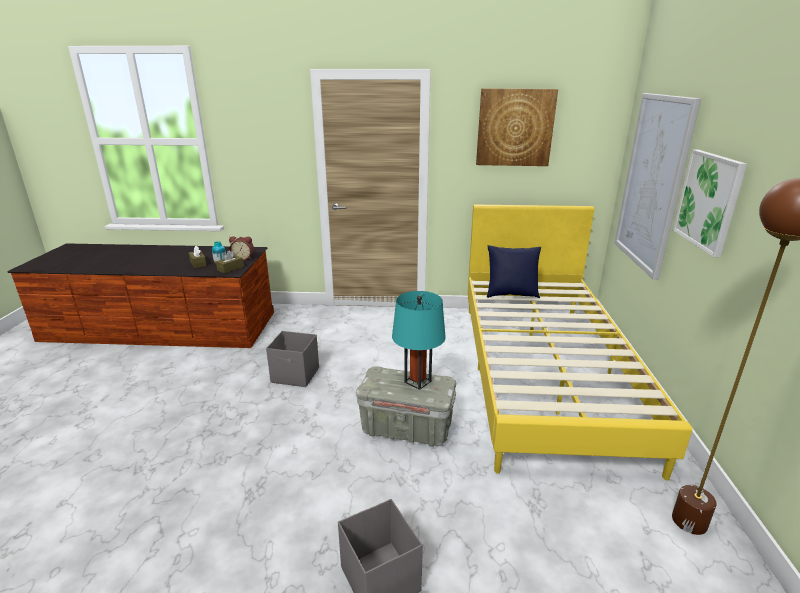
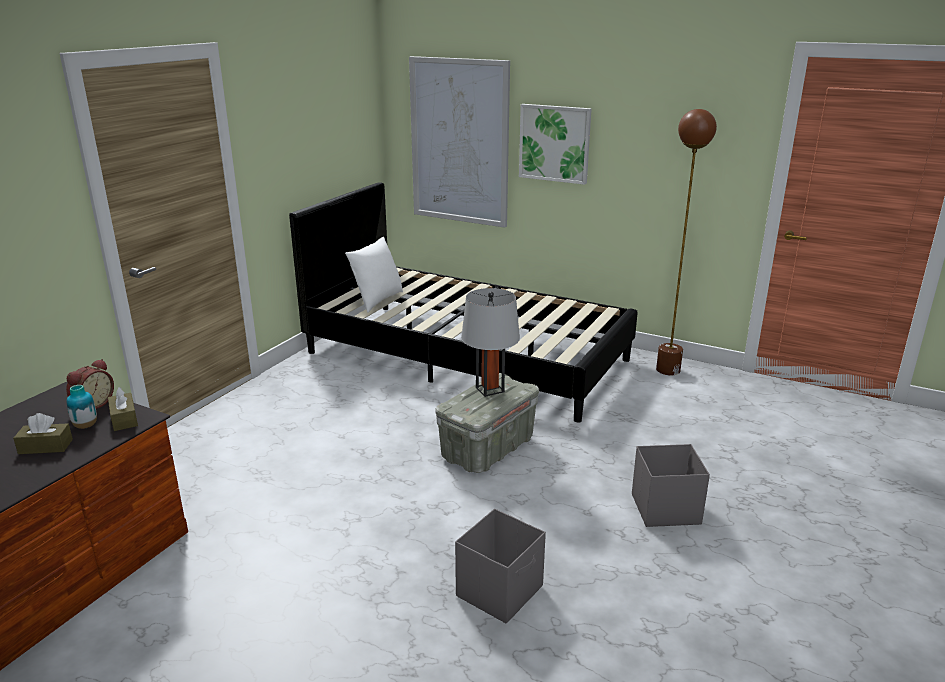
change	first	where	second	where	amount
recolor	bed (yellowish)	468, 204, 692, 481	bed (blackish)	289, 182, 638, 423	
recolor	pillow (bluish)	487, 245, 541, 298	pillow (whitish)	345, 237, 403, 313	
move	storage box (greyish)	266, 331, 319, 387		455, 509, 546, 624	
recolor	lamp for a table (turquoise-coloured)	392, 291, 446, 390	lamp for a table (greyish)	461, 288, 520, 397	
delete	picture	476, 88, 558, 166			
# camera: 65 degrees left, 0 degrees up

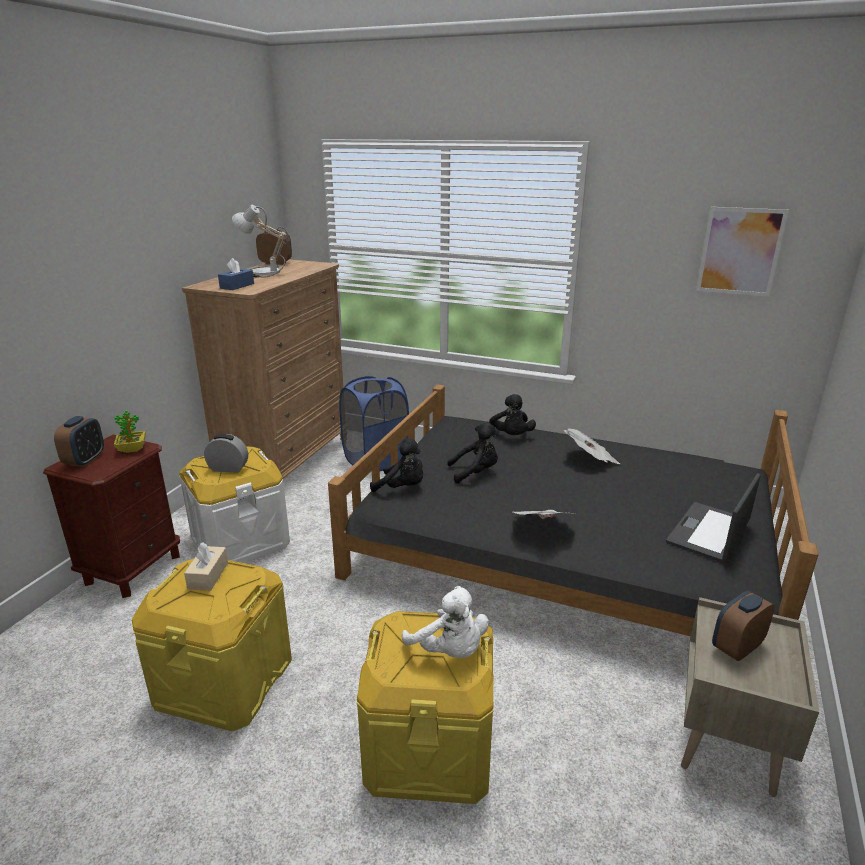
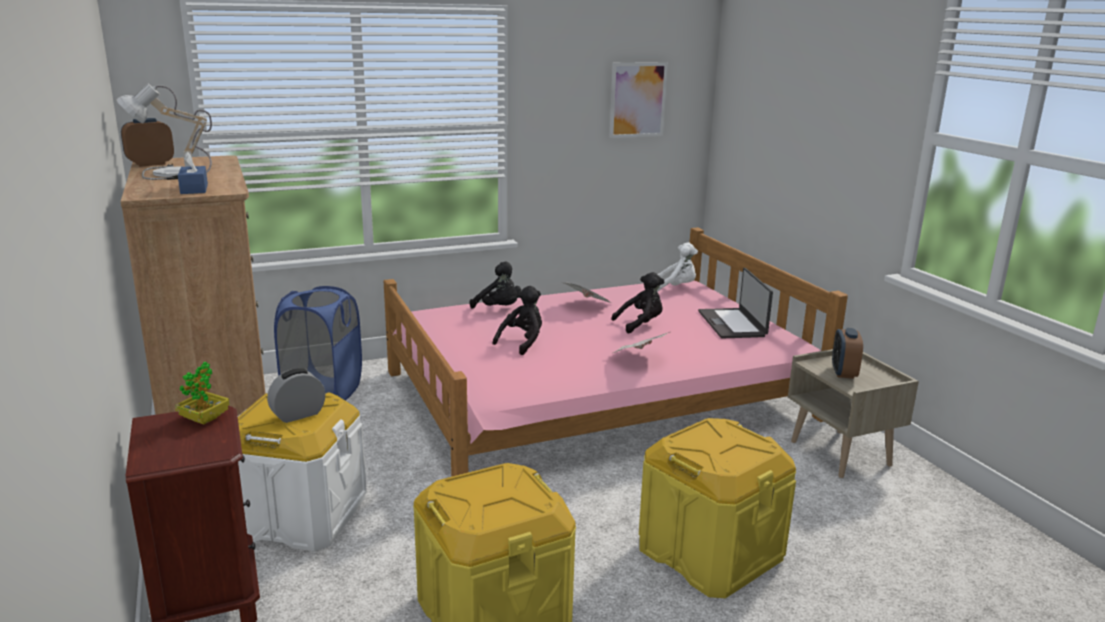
change	first	where	second	where	amount
recolor	bed (blackish)	328, 384, 819, 636	bed (pink)	384, 227, 848, 477	
move	plush toy (blackish)	370, 439, 423, 492		611, 272, 664, 334	
move	plush toy (whitish)	402, 586, 489, 658		657, 242, 698, 292	
delete	table clock	54, 416, 104, 467			
delete	tissue holder (sand-coloured)	184, 543, 228, 591			
# camera: 45 degrees left, 5 degrees down

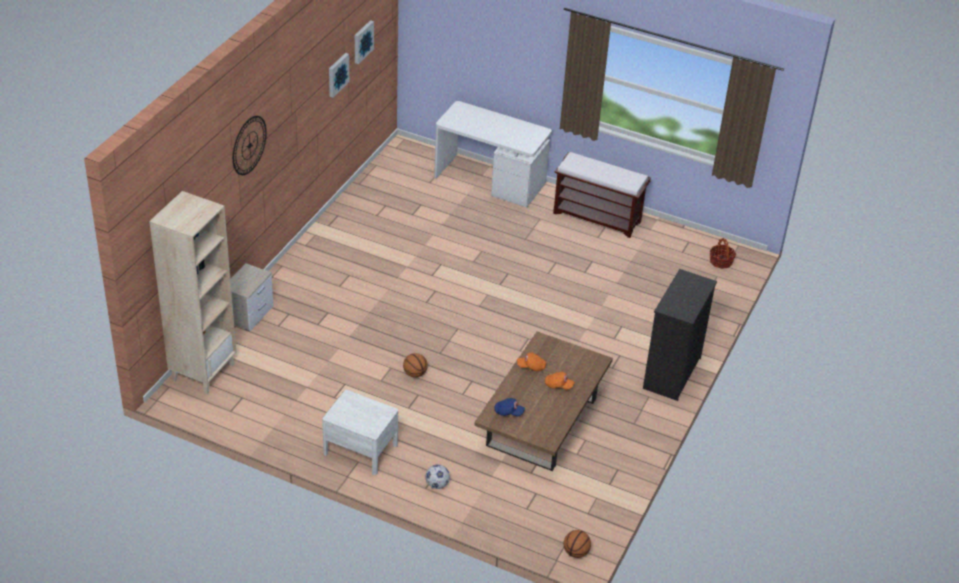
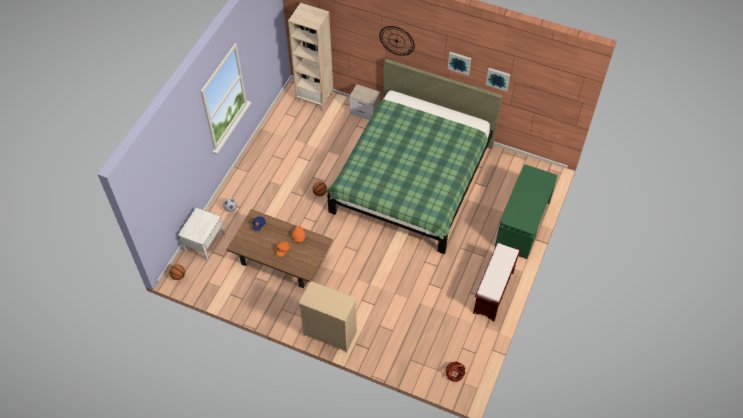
change	first	where	second	where	amount
move	bedside table (whitish)	322, 390, 398, 475		178, 208, 225, 260	
recolor	chest of drawers (blackish)	643, 269, 717, 401	chest of drawers (sand-coloured)	299, 281, 357, 353	
insert			bed (green-coloured)	326, 59, 502, 254	
move	picture	355, 20, 374, 64		448, 52, 471, 75	
recolor	desk table (whitish)	434, 101, 552, 207	desk table (green-coloured)	495, 165, 557, 259	
# camera: 90 degrees right, 15 degrees up

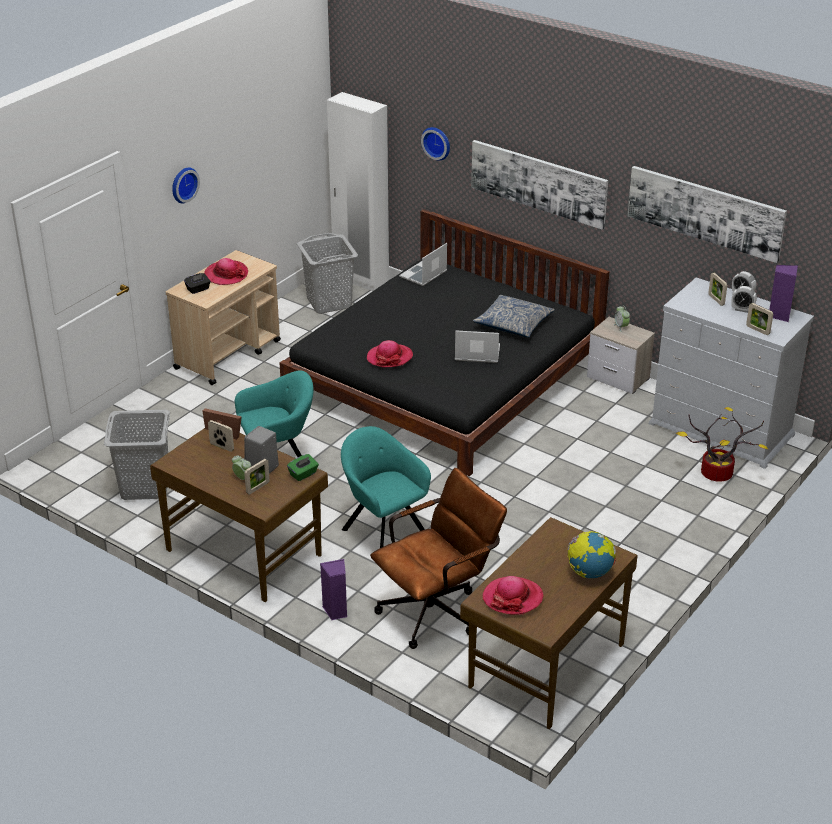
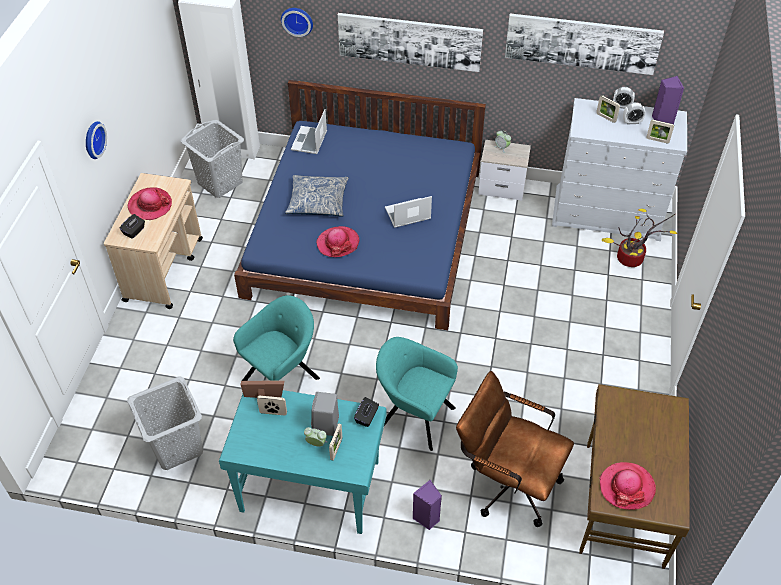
change	first	where	second	where	amount
recolor	desk table (brownish)	150, 428, 328, 602	desk table (turquoise-coloured)	219, 390, 386, 534	
recolor	bed (blackish)	280, 209, 609, 476	bed (bluish)	234, 80, 486, 330	
move	pillow	473, 295, 555, 337		285, 175, 349, 217	
recolor	tissue holder (green-coloured)	287, 454, 319, 481	tissue holder (blackish)	354, 397, 379, 427	
rotate	office chair (brownish)	370, 468, 507, 649		456, 371, 574, 527	90 degrees counterclockwise
delete	globe	568, 531, 616, 578			
# camera: 25 degrees left, 15 degrees up

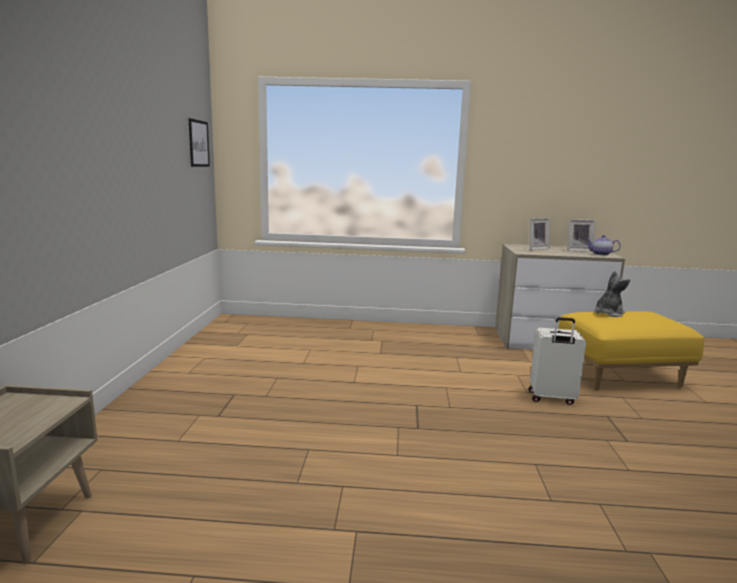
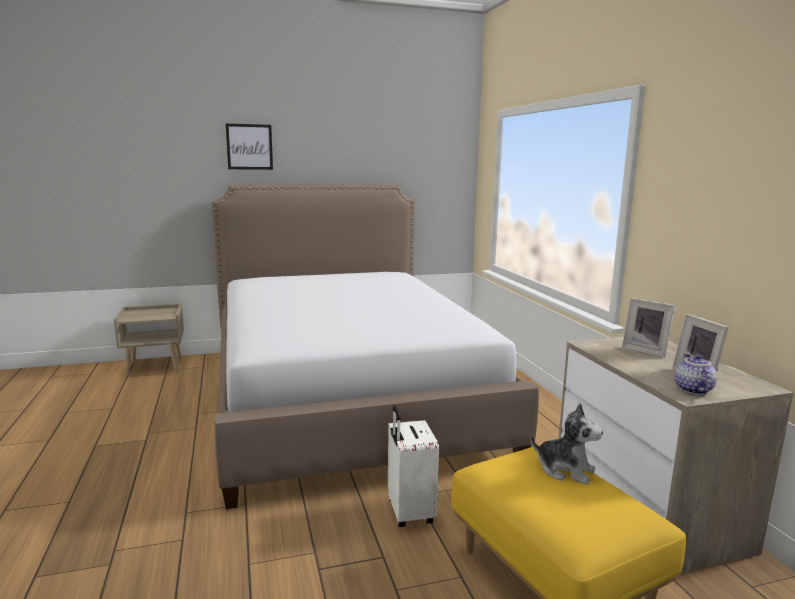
change	first	where	second	where	amount
insert			bed	212, 185, 539, 509	
move	picture	188, 118, 210, 167		226, 124, 273, 170	
# camera: 70 degrees right, 0 degrees up

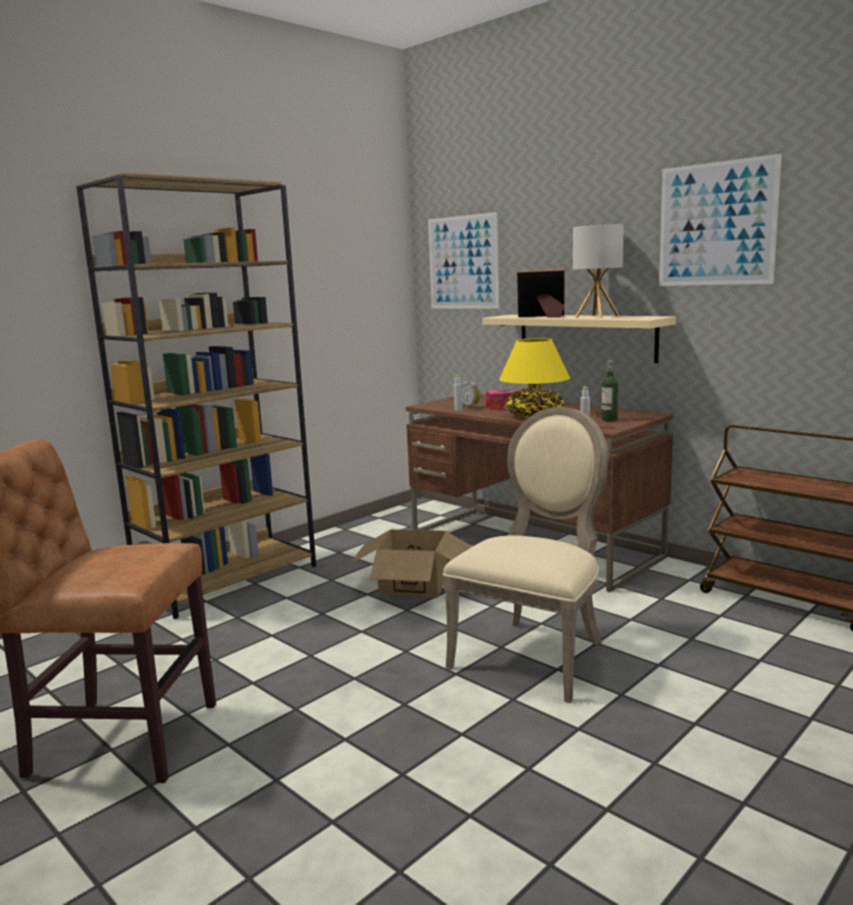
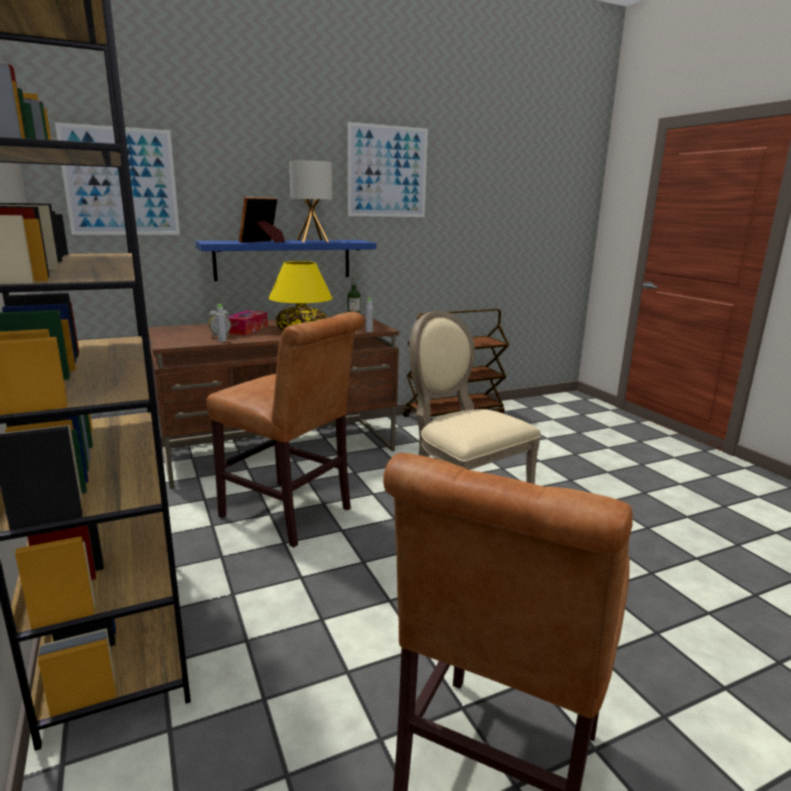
change	first	where	second	where	amount
recolor	bracket shelf (sand-coloured)	482, 315, 676, 363	bracket shelf (bluish)	195, 240, 376, 281	
replace	packing box	349, 529, 472, 598	chair (brownish)	206, 312, 363, 547	
# camera: 70 degrees left, 5 degrees up

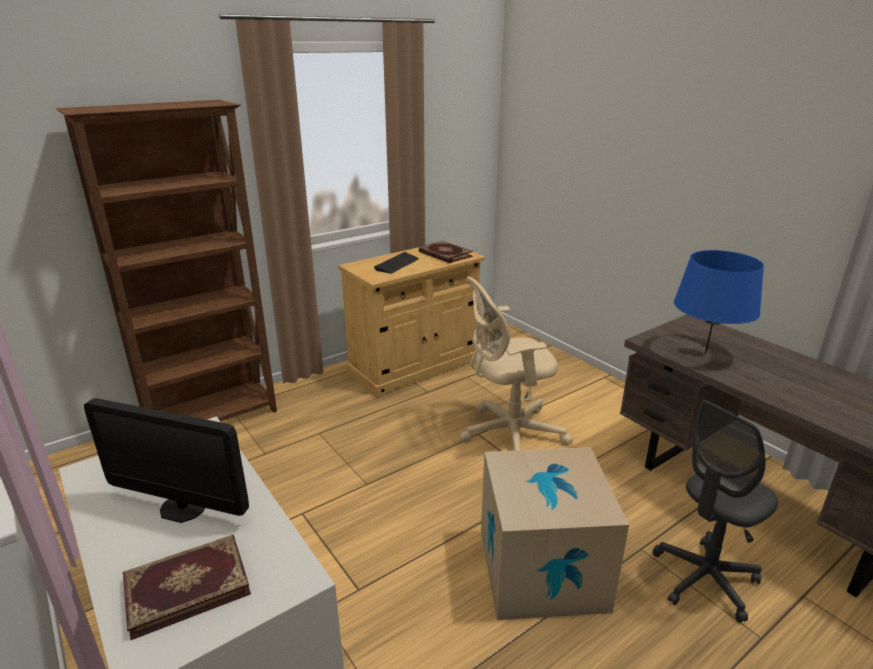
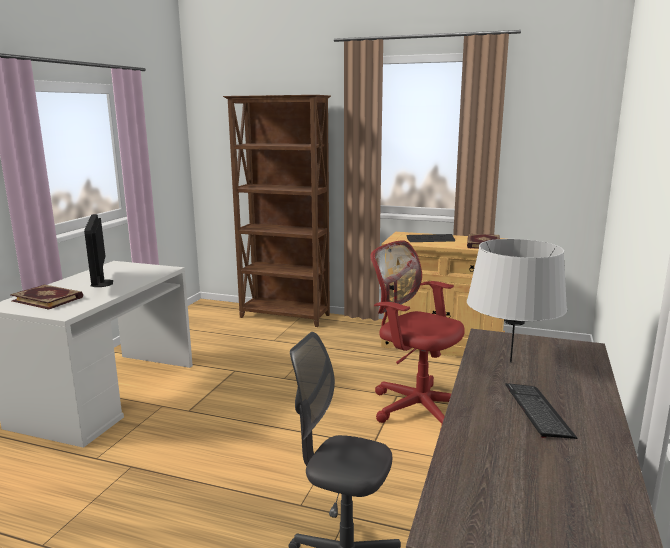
change	first	where	second	where	amount
recolor	office chair (sand-coloured)	460, 276, 573, 450	office chair (reddish)	370, 240, 465, 430	
recolor	lamp for a table (bluish)	674, 250, 764, 354	lamp for a table (greyish)	467, 239, 567, 363	
insert			PC keyboard	506, 383, 578, 439	
delete	packing box	481, 447, 629, 620			
# camera: 55 degrees right, 10 degrees down

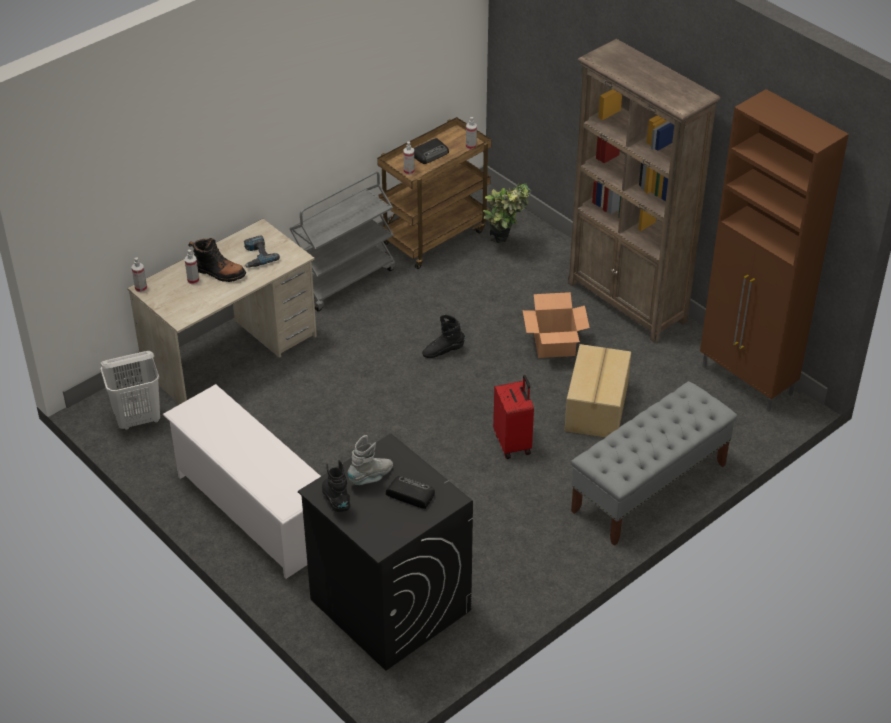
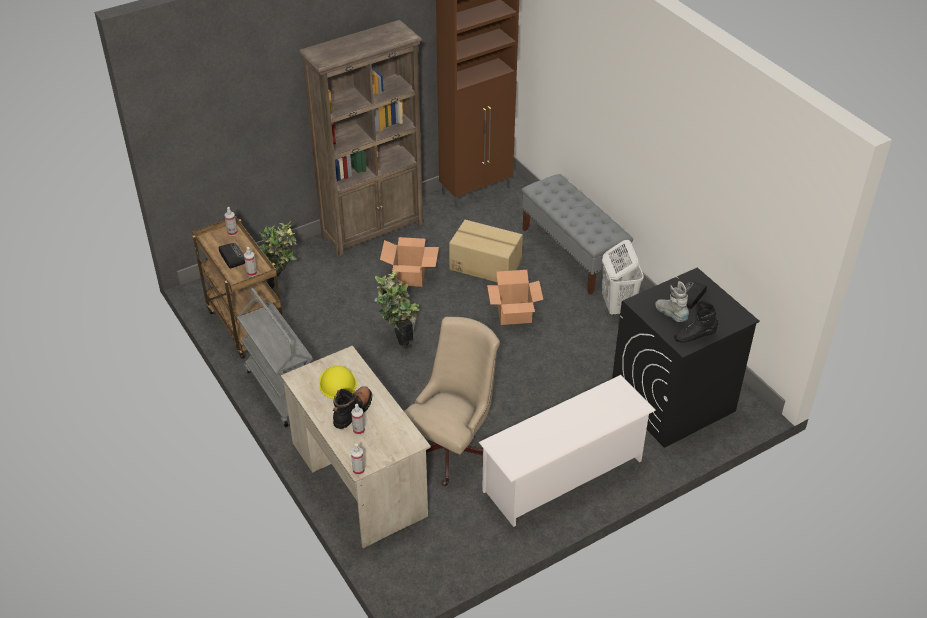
change	first	where	second	where	amount
replace	drill	244, 235, 280, 268	hard hat (yellowish)	319, 365, 357, 399	
replace	boot (blackish)	422, 314, 465, 358	houseplant	374, 270, 419, 349	
insert			office chair (sand-coloured)	404, 317, 500, 486	
replace	travel case (reddish)	493, 375, 534, 459	packing box	487, 270, 543, 325	
move	washing basket (whitish)	101, 351, 160, 430		602, 240, 644, 316	
# camera: 80 degrees left, 0 degrees up

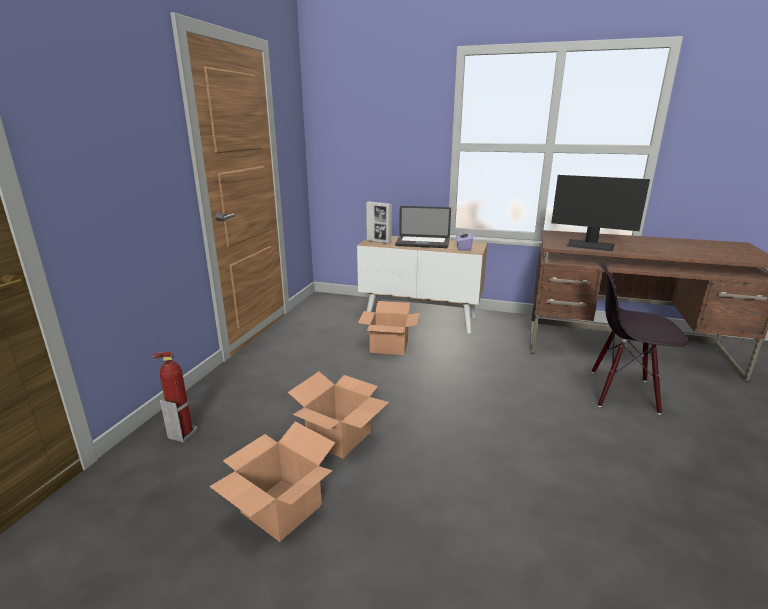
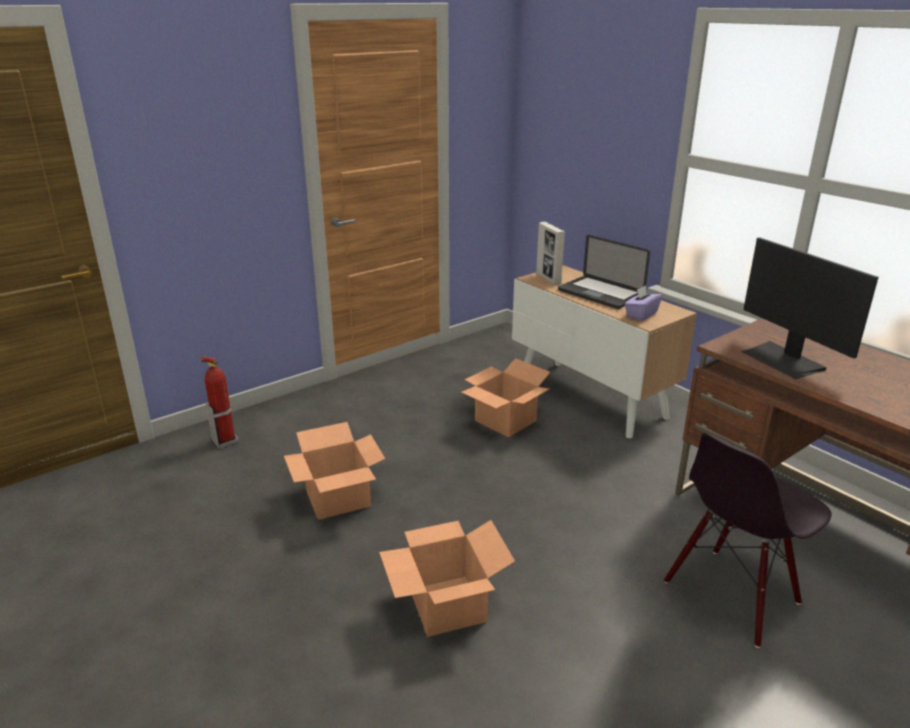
change	first	where	second	where	amount
move	packing box	209, 422, 335, 542		379, 520, 515, 637	
rotate	chair (blackish)	592, 259, 689, 415		664, 433, 832, 648	90 degrees counterclockwise
# camera: 35 degrees right, 5 degrees up

